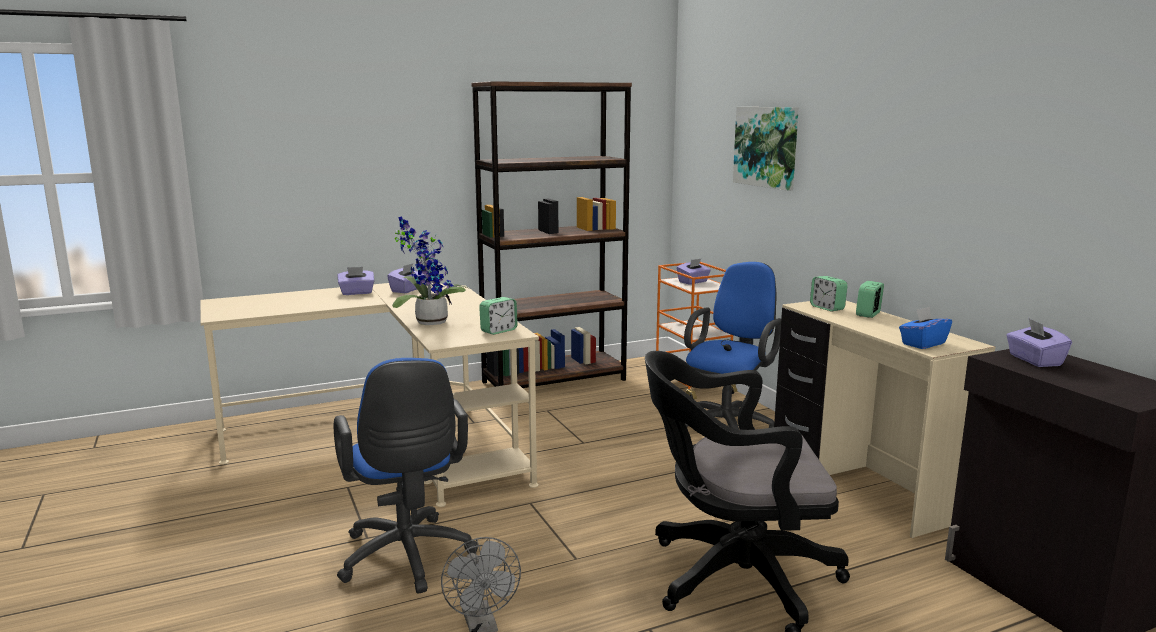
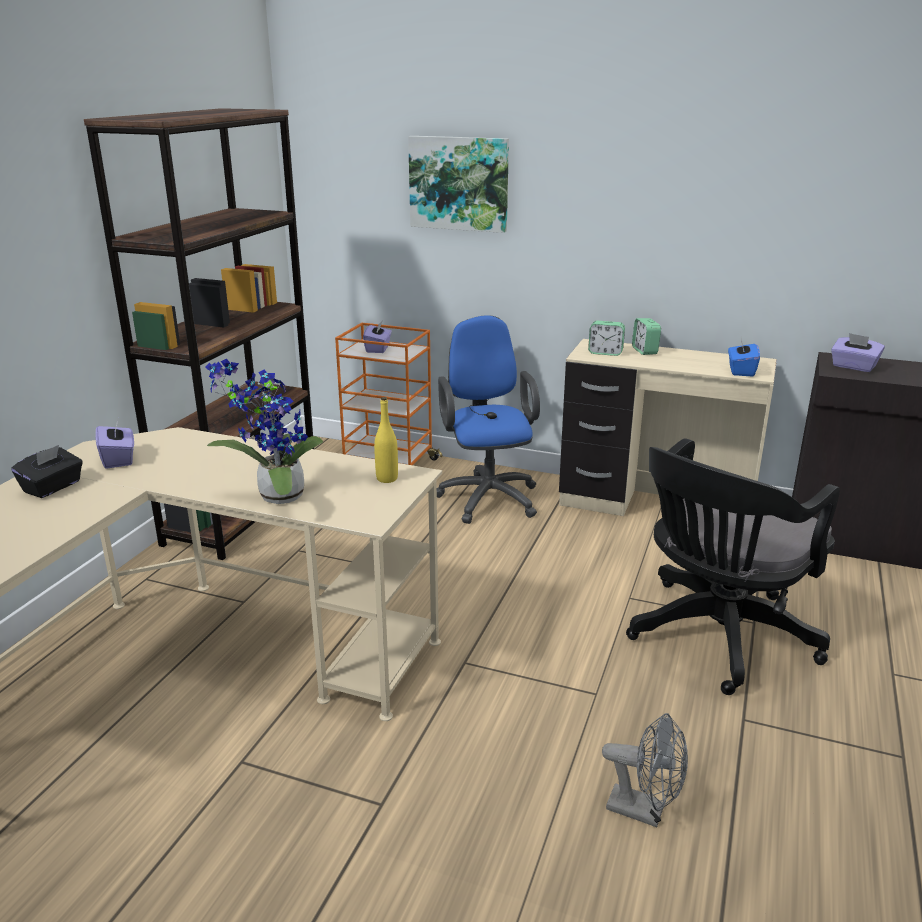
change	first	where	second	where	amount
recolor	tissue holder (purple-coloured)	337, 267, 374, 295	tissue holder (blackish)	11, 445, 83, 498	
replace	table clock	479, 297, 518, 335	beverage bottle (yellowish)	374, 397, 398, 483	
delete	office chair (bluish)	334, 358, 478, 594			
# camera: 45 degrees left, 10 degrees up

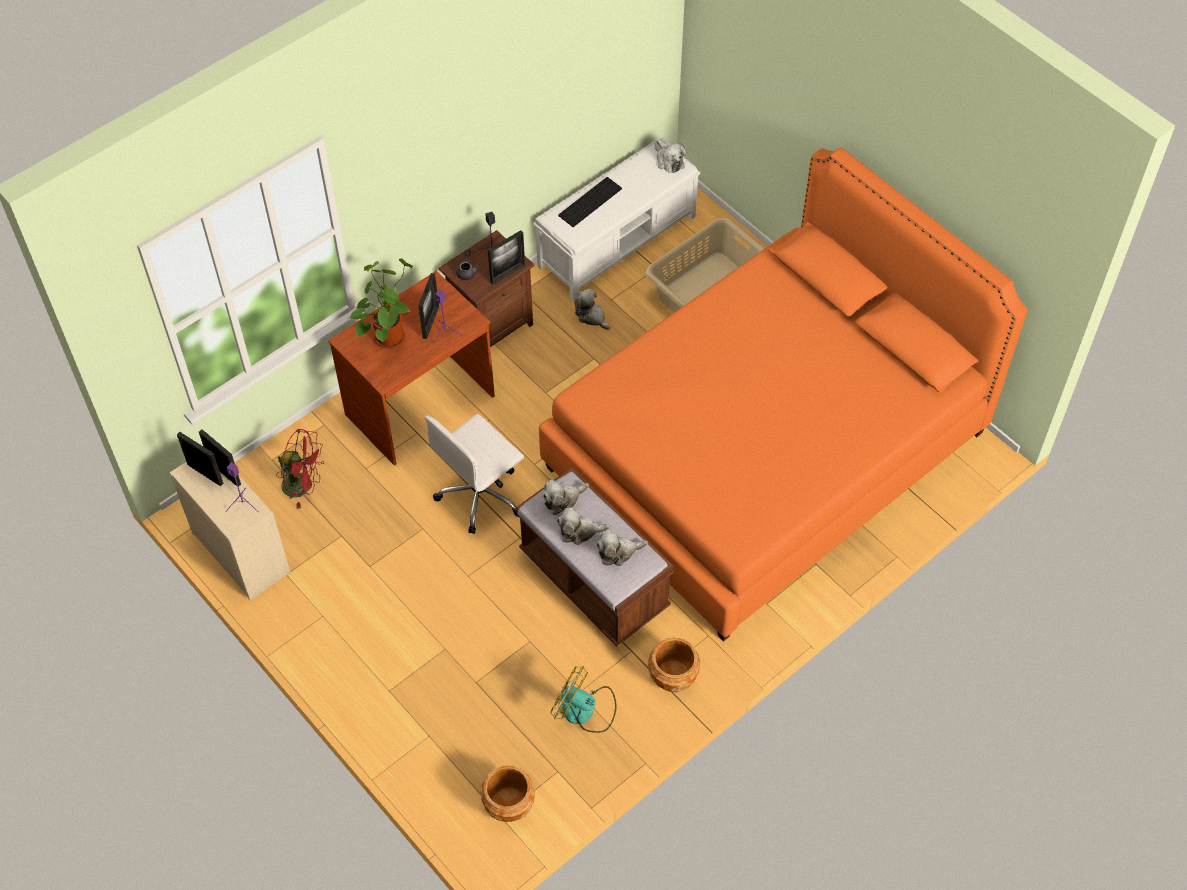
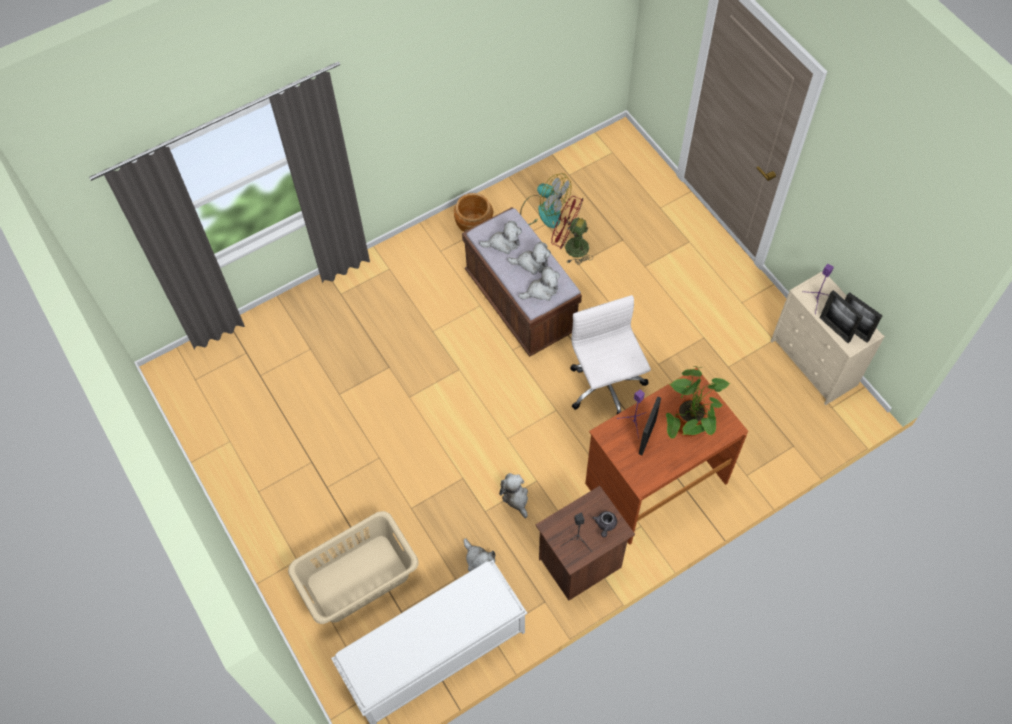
change	first	where	second	where	amount
move	plush toy	654, 141, 686, 173		499, 473, 528, 518	
move	fan (reddish)	276, 429, 324, 509		551, 196, 593, 265	
rotate	office chair (whitish)	425, 414, 524, 534		570, 295, 651, 415	75 degrees counterclockwise
delete	planter (brownish)	481, 765, 535, 822			
delete	picture frame	488, 230, 525, 285			
delete	bed (orange-coloured)	539, 148, 1028, 641			
delete	PC keyboard	558, 177, 622, 227			
# camera: 170 degrees left, 5 degrees up

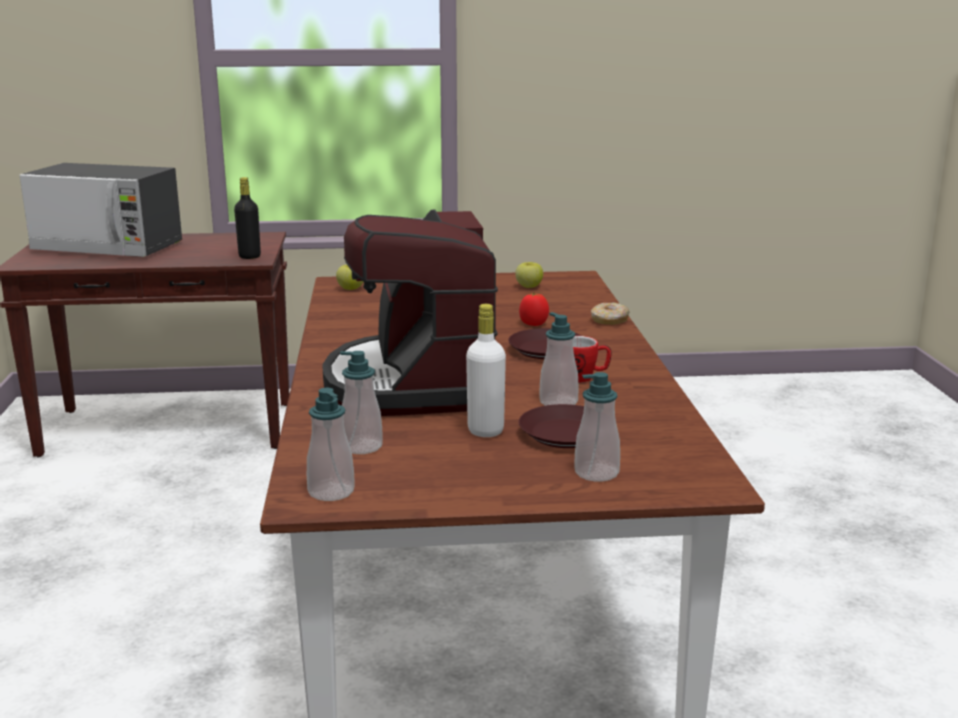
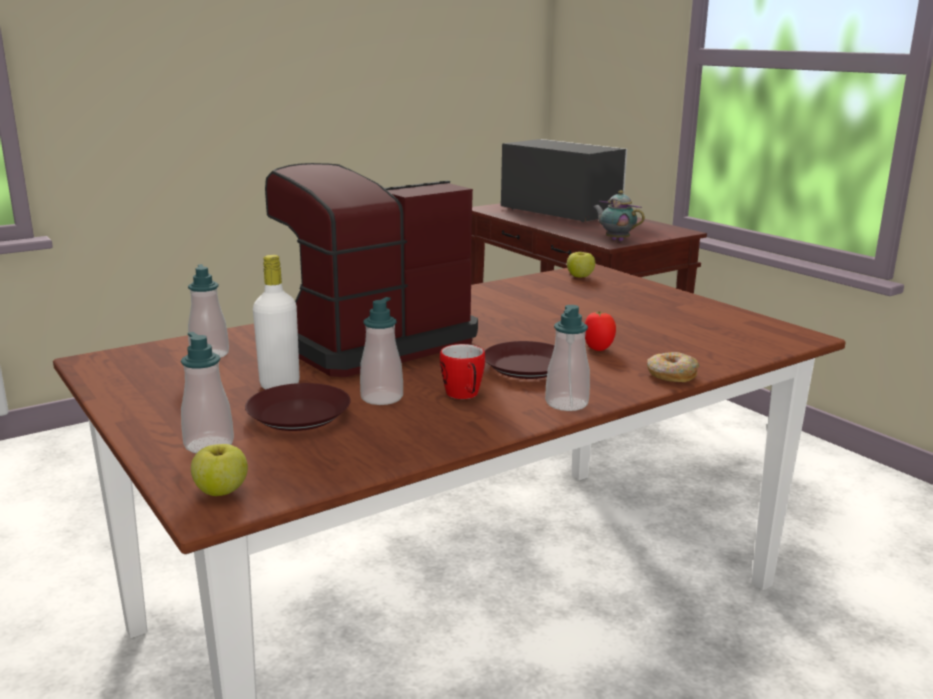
change	first	where	second	where	amount
move	apple	515, 262, 543, 288		191, 444, 248, 496	
rotate	kitchen microwave	19, 163, 182, 257		501, 139, 627, 222	150 degrees clockwise
move	soap dispenser	307, 388, 355, 501		545, 305, 590, 411	
replace	beverage bottle (blackish)	234, 177, 261, 259	pot for tea	593, 190, 645, 241	
# camera: 60 degrees right, 0 degrees up

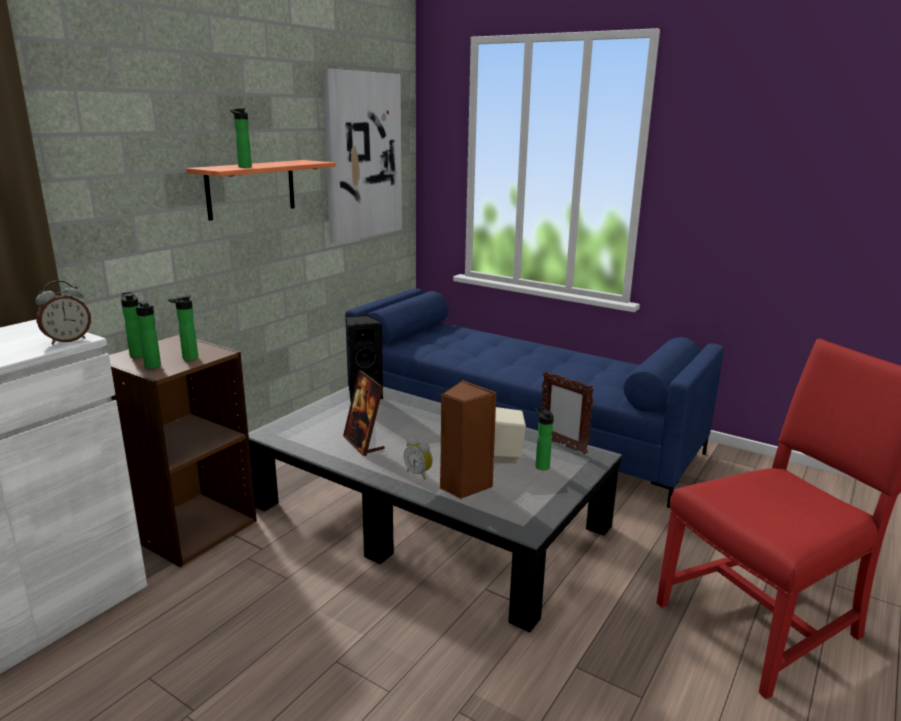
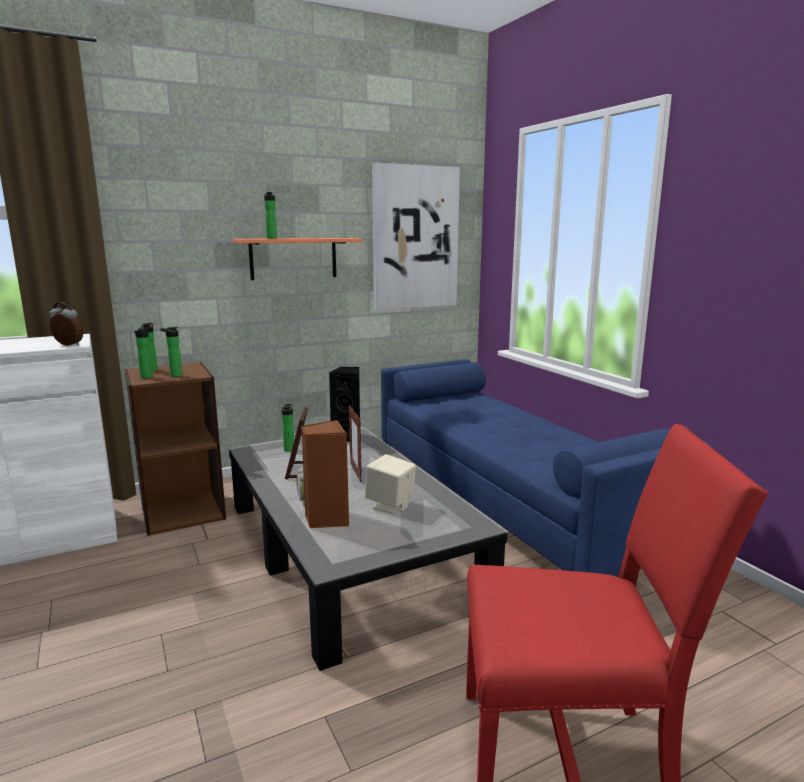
change	first	where	second	where	amount
rotate	table clock	35, 280, 91, 344		49, 302, 83, 346	150 degrees counterclockwise
move	beverage bottle	536, 407, 554, 470		282, 404, 294, 452	
move	picture frame	541, 371, 595, 455		349, 405, 362, 482	
# camera: 30 degrees right, 5 degrees down

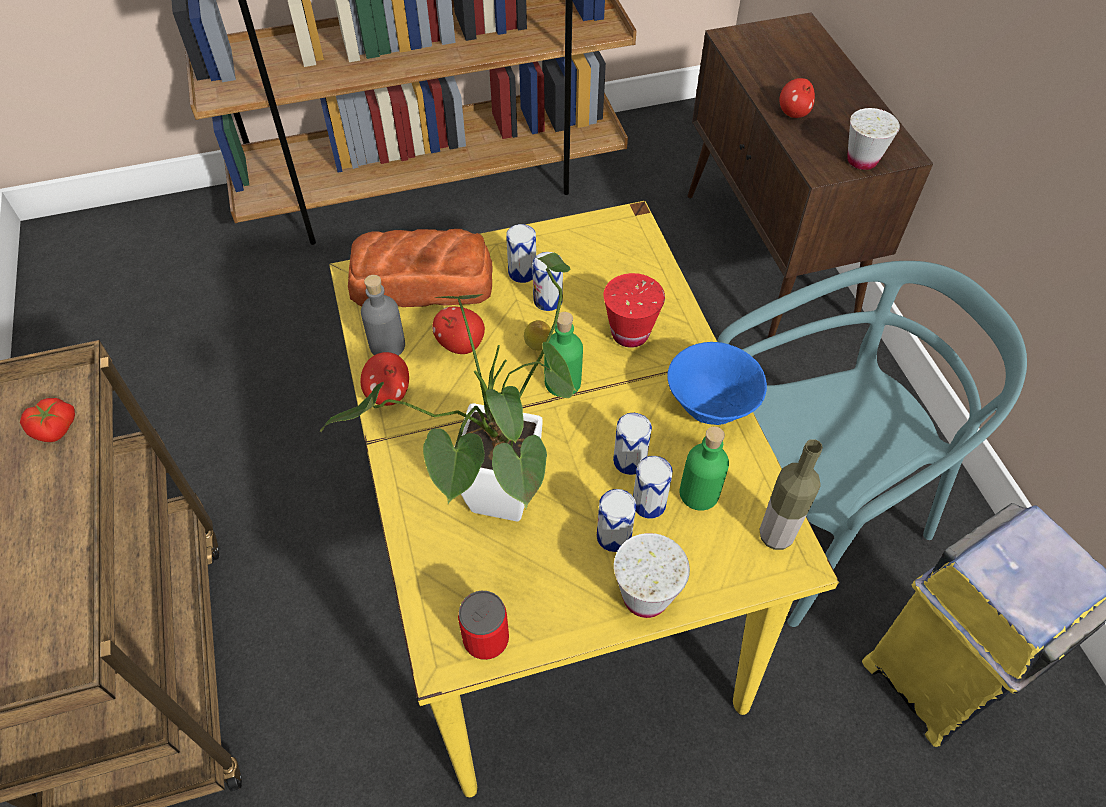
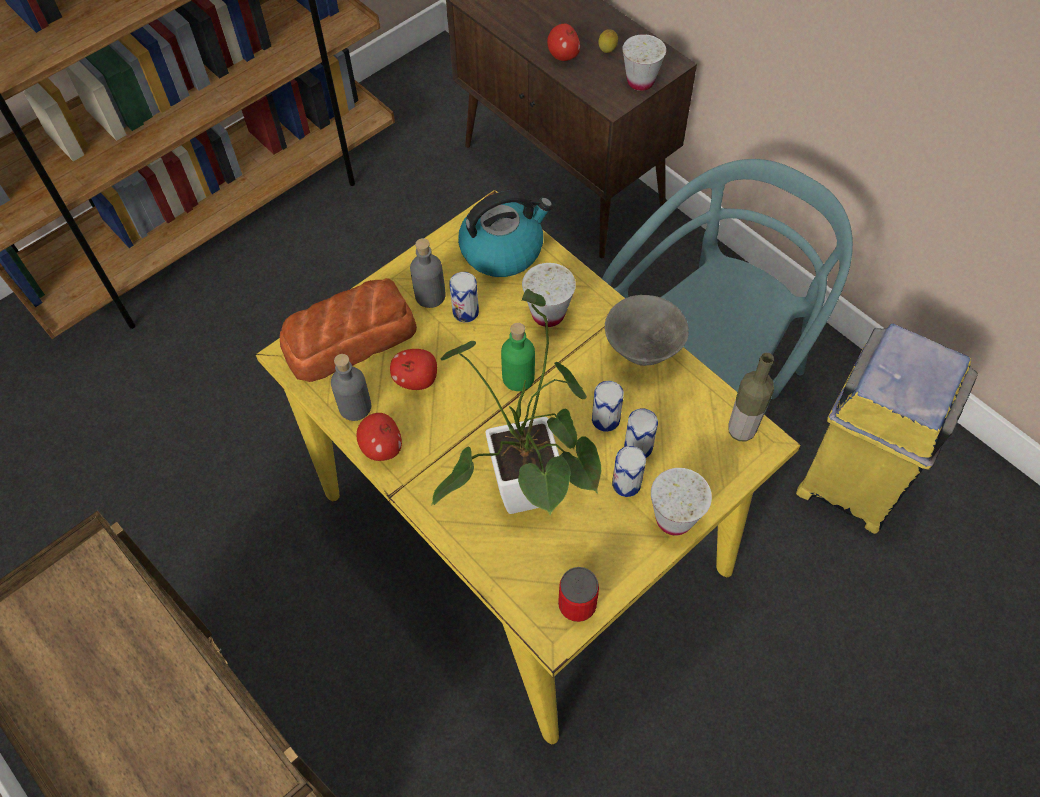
change	first	where	second	where	amount
replace	sealed can	506, 224, 536, 283	beverage bottle (greyish)	410, 238, 446, 308	
insert			water kettle	458, 191, 553, 277	
recolor	drinking cup (reddish)	604, 273, 665, 348	drinking cup (whitish)	522, 263, 576, 327	
move	citrus fruit	524, 320, 551, 351		598, 29, 618, 53	
recolor	serving bowl (bluish)	667, 342, 767, 425	serving bowl (greyish)	605, 295, 689, 366	
delete	whole tomato	20, 398, 75, 442			
delete	beverage bottle (green-coloured)	680, 427, 729, 511			
# camera: 25 degrees left, 5 degrees up

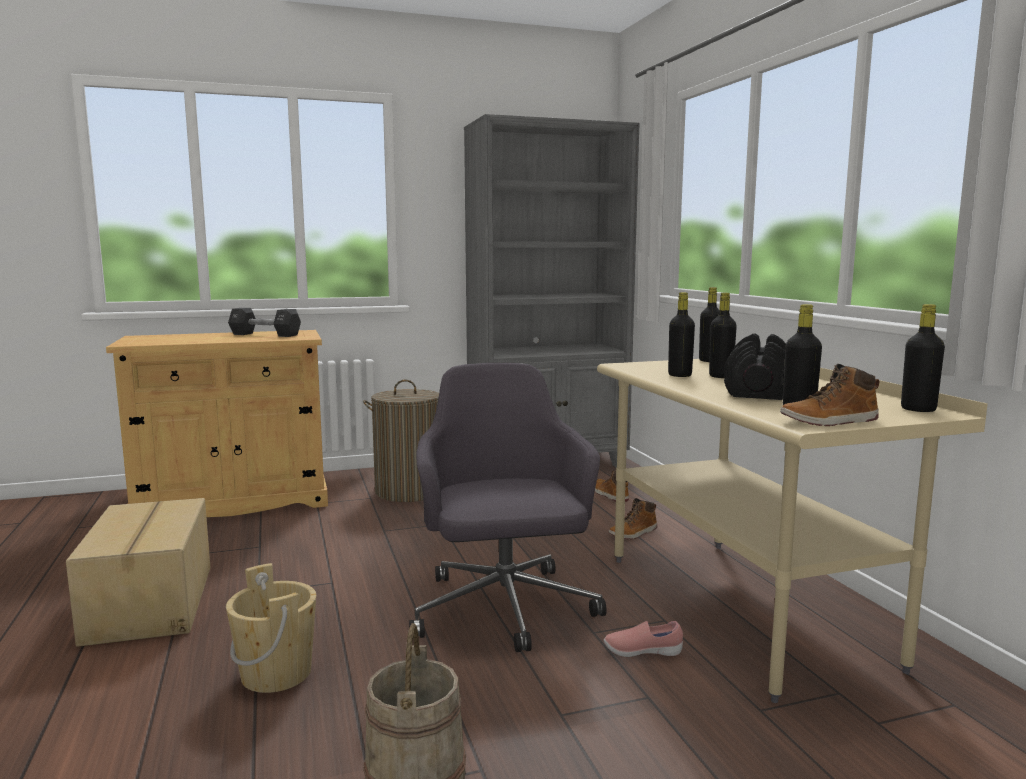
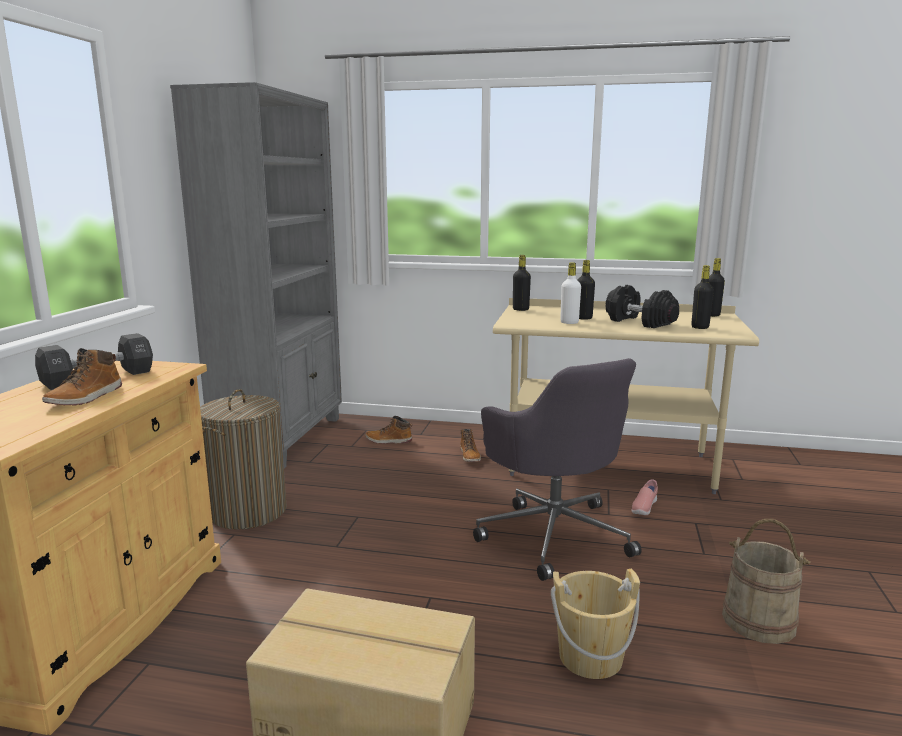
change	first	where	second	where	amount
move	boot	780, 364, 880, 426		42, 348, 122, 406	
rotate	office chair (greyish)	409, 363, 607, 652		473, 358, 642, 581	135 degrees counterclockwise
recolor	beverage bottle (blackish)	668, 292, 695, 377	beverage bottle (whitish)	560, 262, 581, 324	
# camera: 60 degrees left, 5 degrees up

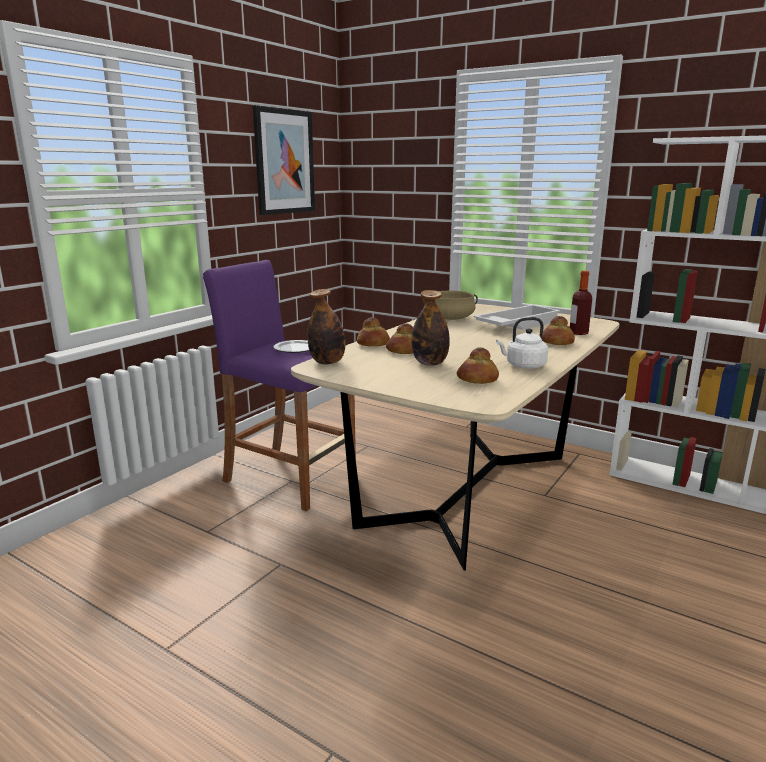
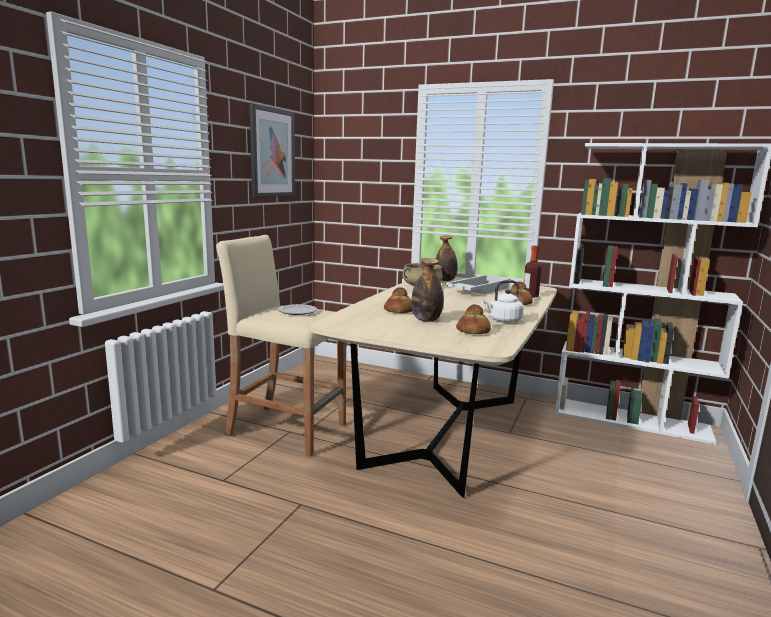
change	first	where	second	where	amount
recolor	sitting stool (purple-coloured)	203, 260, 356, 511	sitting stool (sand-coloured)	216, 235, 346, 457	
move	beverage bottle	307, 289, 345, 365		436, 235, 458, 281	
delete	bread	357, 317, 390, 346			
# camera: 10 degrees left, 5 degrees down

